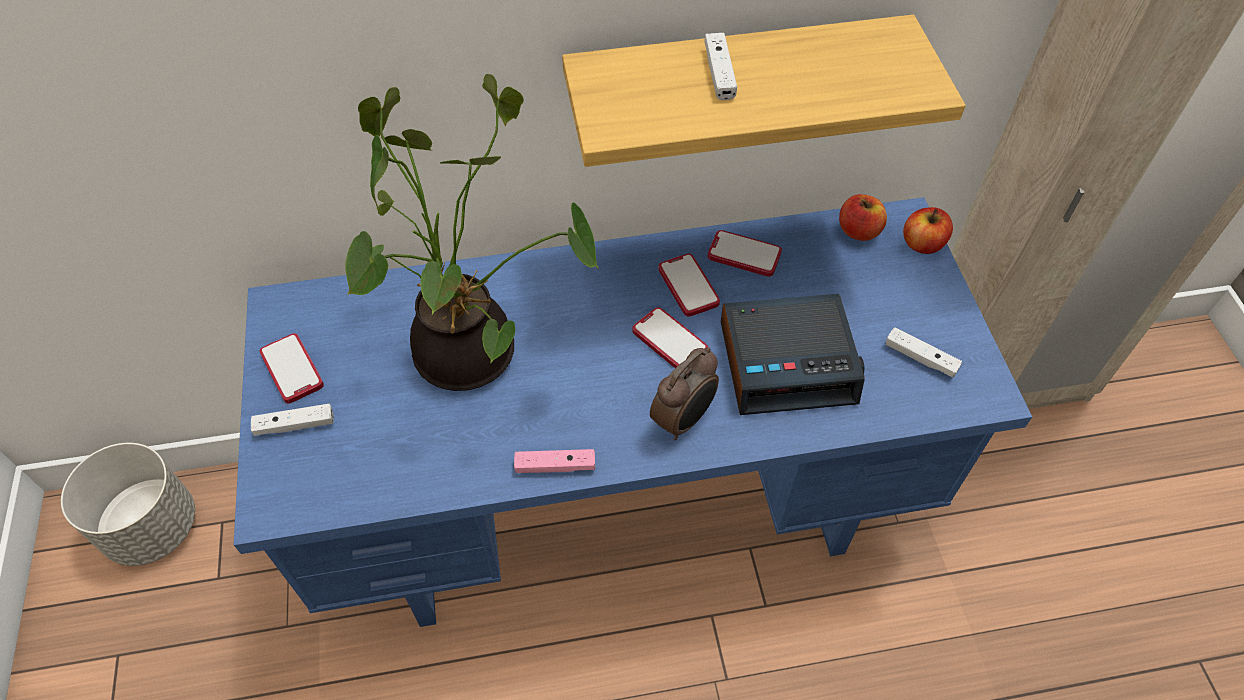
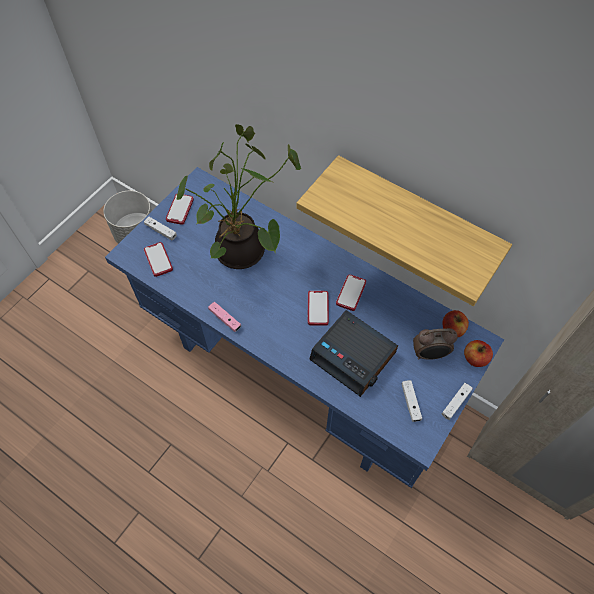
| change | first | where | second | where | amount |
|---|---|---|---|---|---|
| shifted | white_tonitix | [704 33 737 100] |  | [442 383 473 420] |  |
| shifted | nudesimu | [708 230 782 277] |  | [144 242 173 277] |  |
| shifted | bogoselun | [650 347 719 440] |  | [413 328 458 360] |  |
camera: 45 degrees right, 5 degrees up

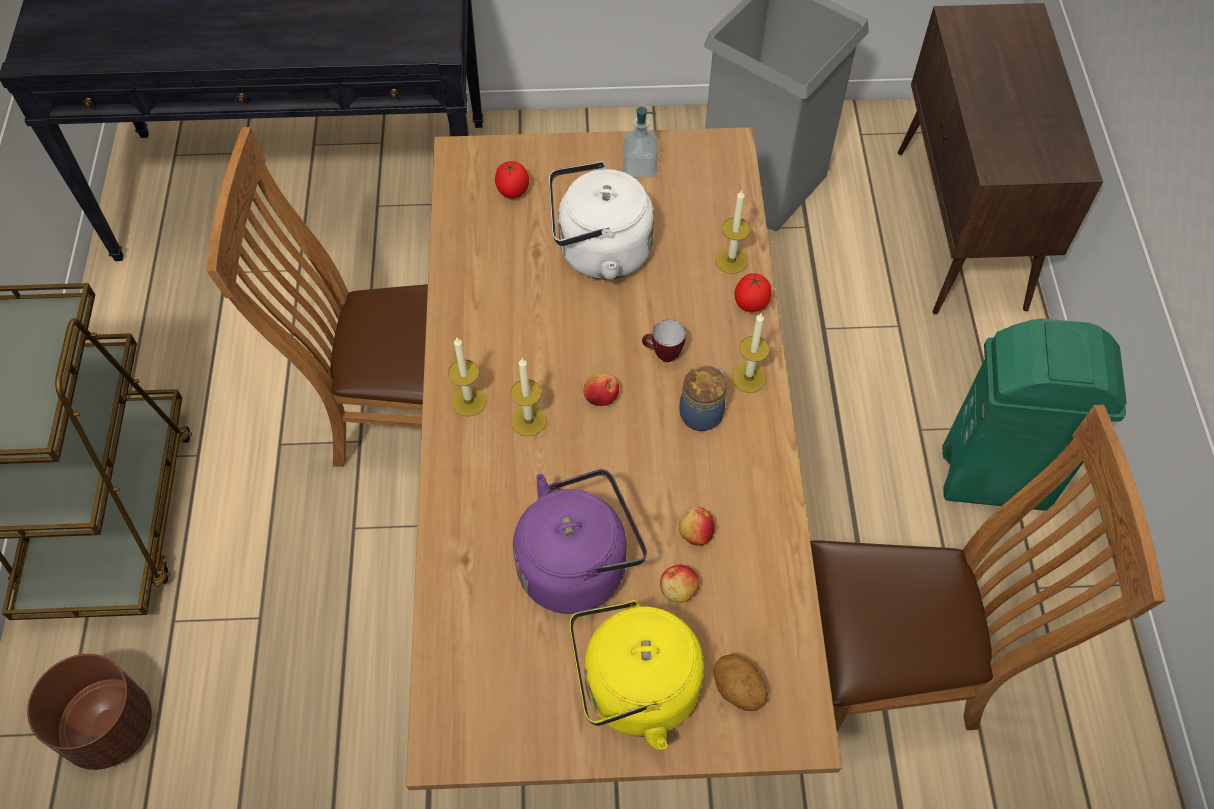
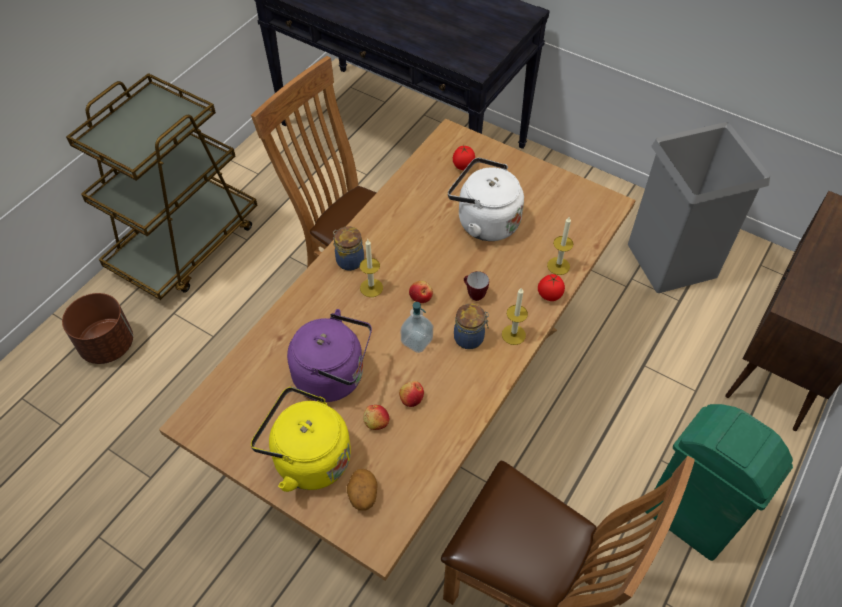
| change | first | where | second | where | amount |
|---|---|---|---|---|---|
| shifted | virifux | [623 107 658 178] |  | [400 302 433 353] |  |
| swapped | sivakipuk | [448 338 487 417] | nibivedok | [333 226 364 271] |  |
camera: 35 degrees right, 5 degrees down

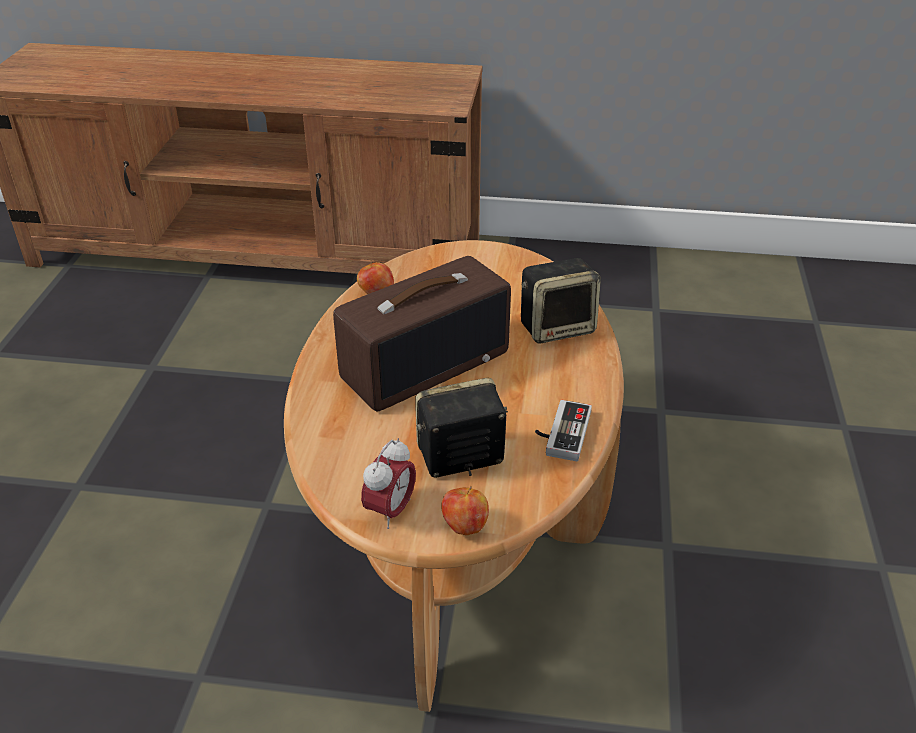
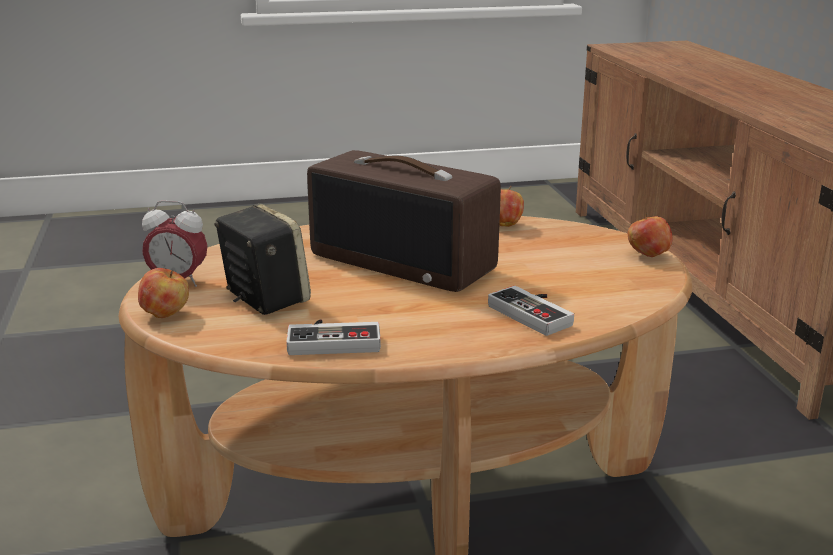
| change | first | where | second | where | amount |
|---|---|---|---|---|---|
| swapped | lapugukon | [521 258 601 344] | tonitix | [488 286 574 336] |  |
| new |  |  | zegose | [628 212 673 257] |  |
camera: 70 degrees right, 15 degrees down

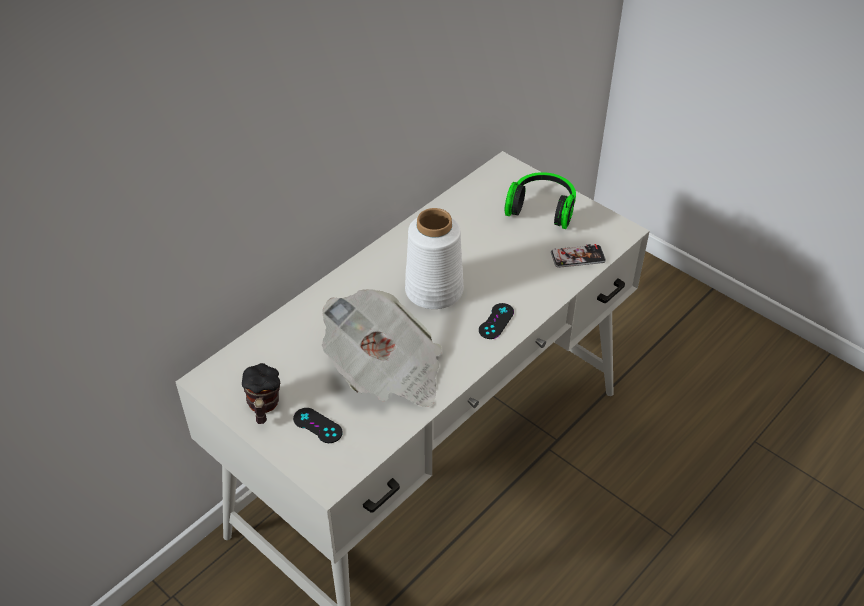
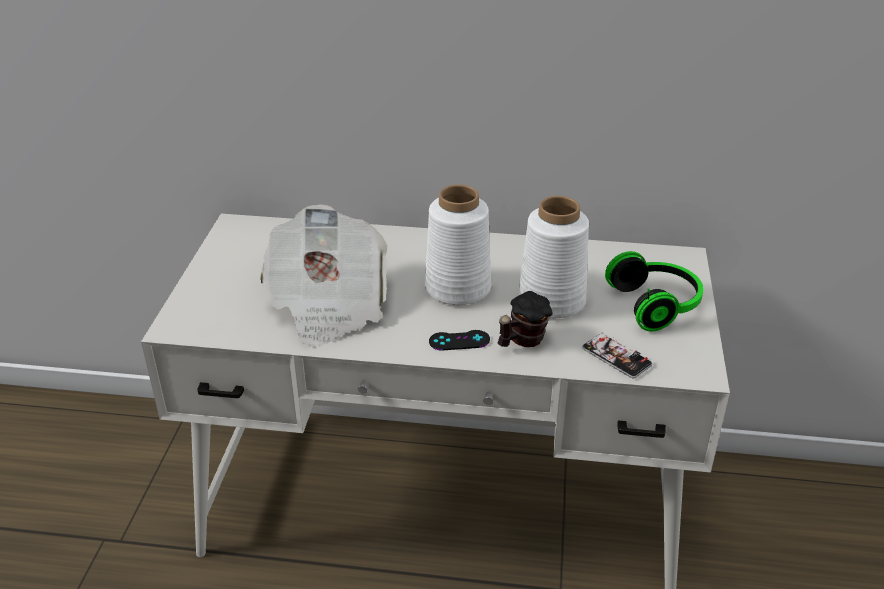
| change | first | where | second | where | amount |
|---|---|---|---|---|---|
| shifted | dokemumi | [242 363 280 424] |  | [497 291 552 347] |  |
| gone | black_tonitix | [293 408 343 443] |  |  |  |
| new |  |  | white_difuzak | [518 196 589 318] |  |
camera: 55 degrees right, 10 degrees down

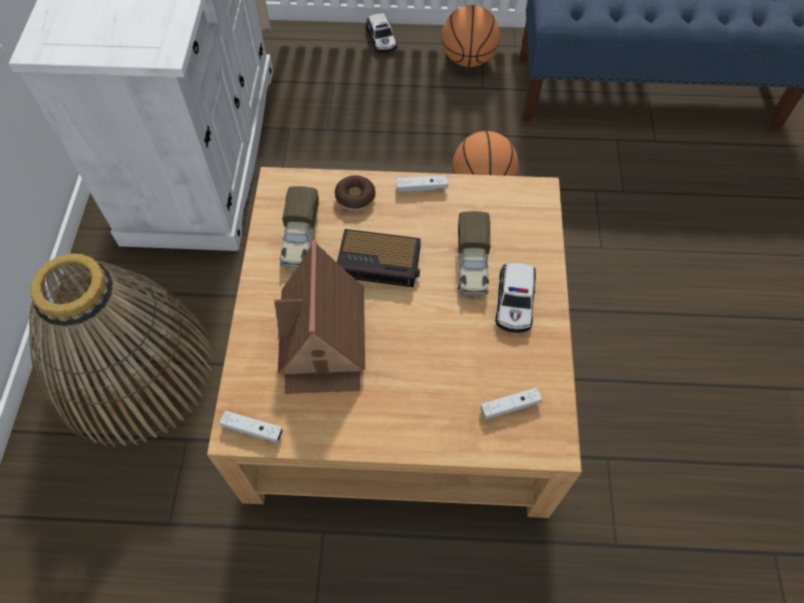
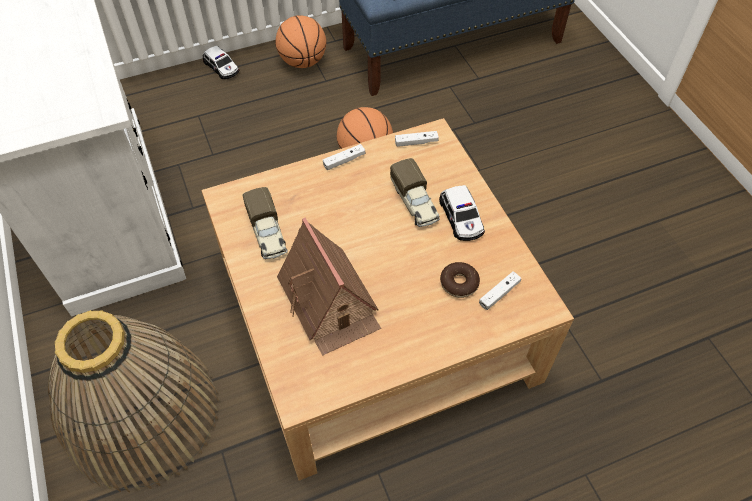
| change | first | where | second | where | amount |
|---|---|---|---|---|---|
| shifted | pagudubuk | [335 175 375 211] |  | [440 262 480 298] |  |
| gone | bogoselun | [337 229 421 287] |  |  |  |
| shifted | white_tonitix | [220 411 283 443] |  | [395 131 439 147] |  |
camera: 25 degrees left, 5 degrees down

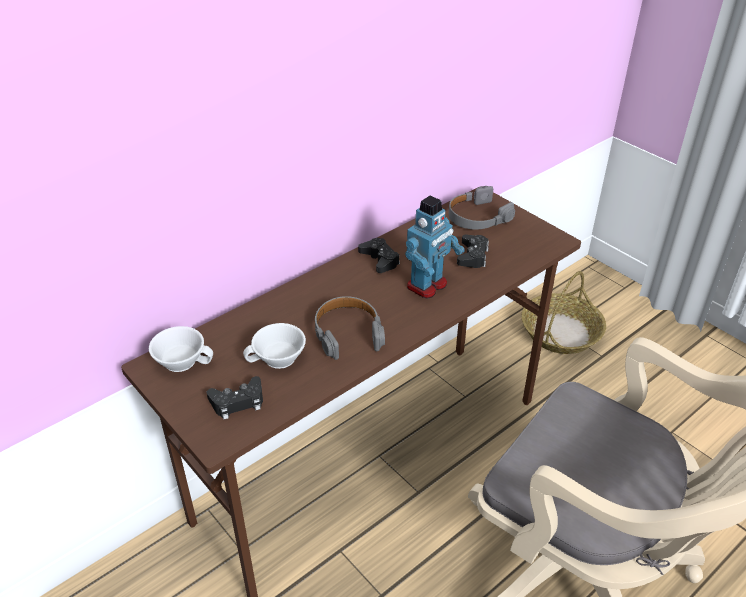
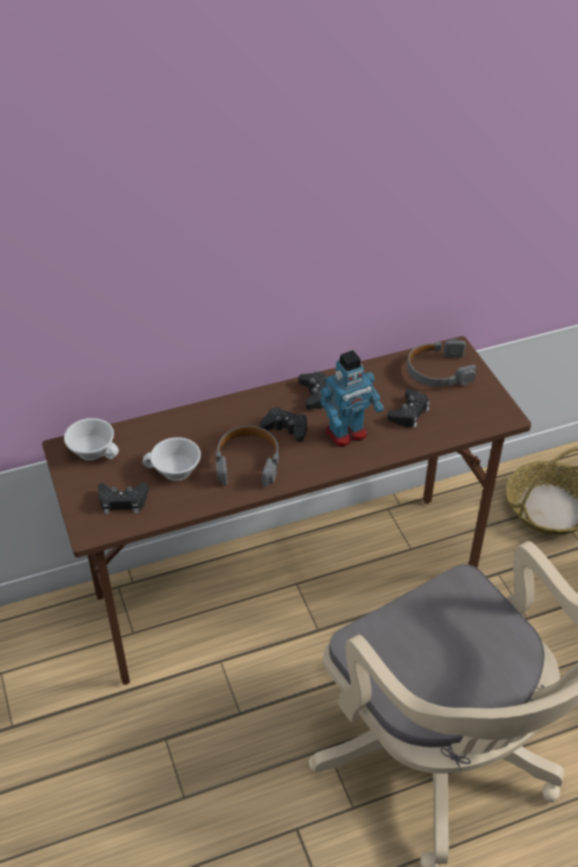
| change | first | where | second | where | amount |
|---|---|---|---|---|---|
| new |  |  | black_tonitix | [260 407 307 442] |  |
camera: 20 degrees right, 5 degrees up

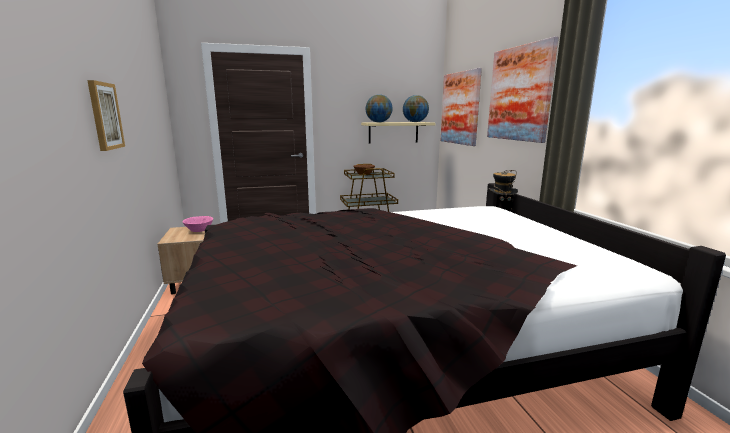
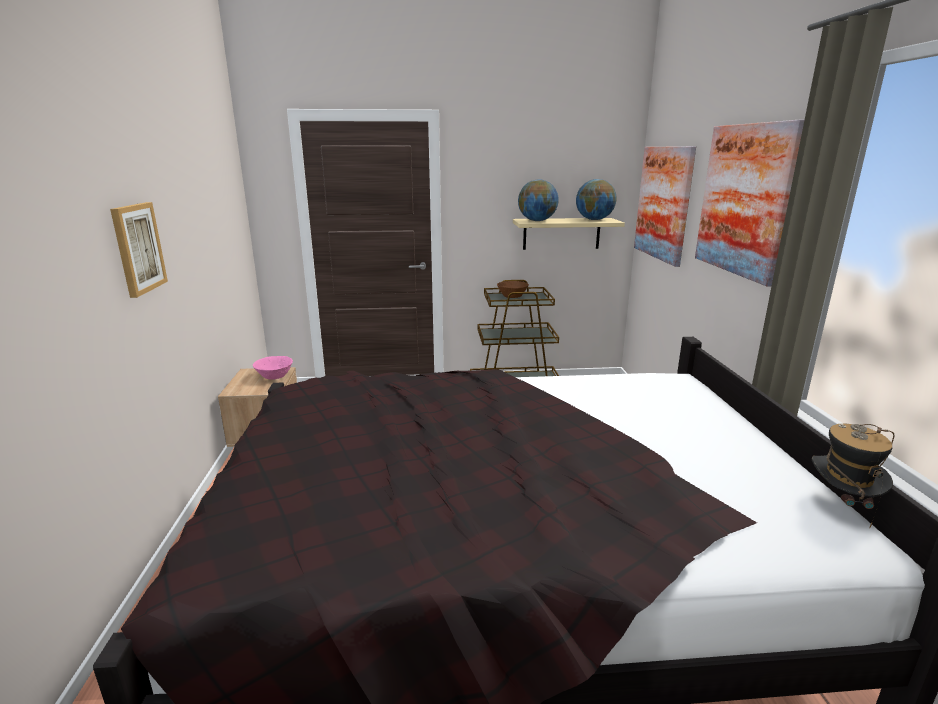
| change | first | where | second | where | amount |
|---|---|---|---|---|---|
| shifted | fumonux | [488 170 518 209] |  | [812 424 894 527] |  |
camera: 10 degrees right, 5 degrees up

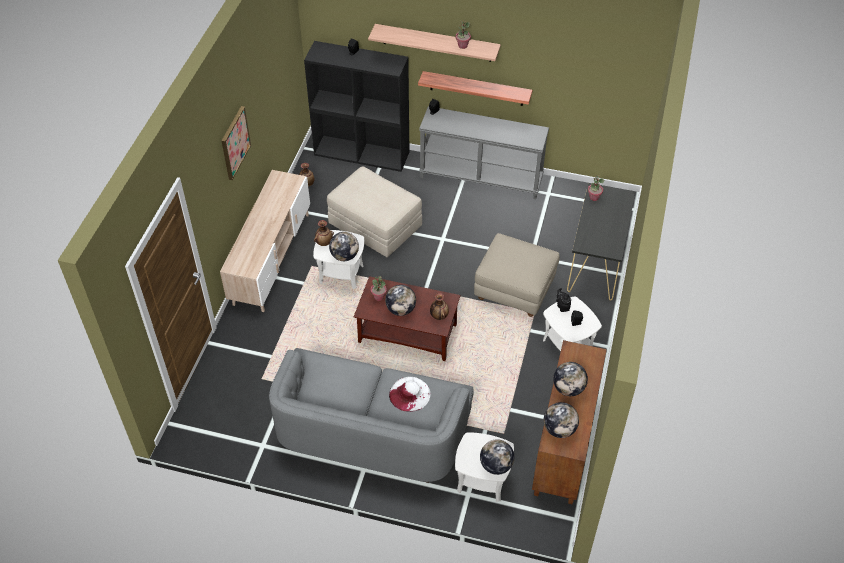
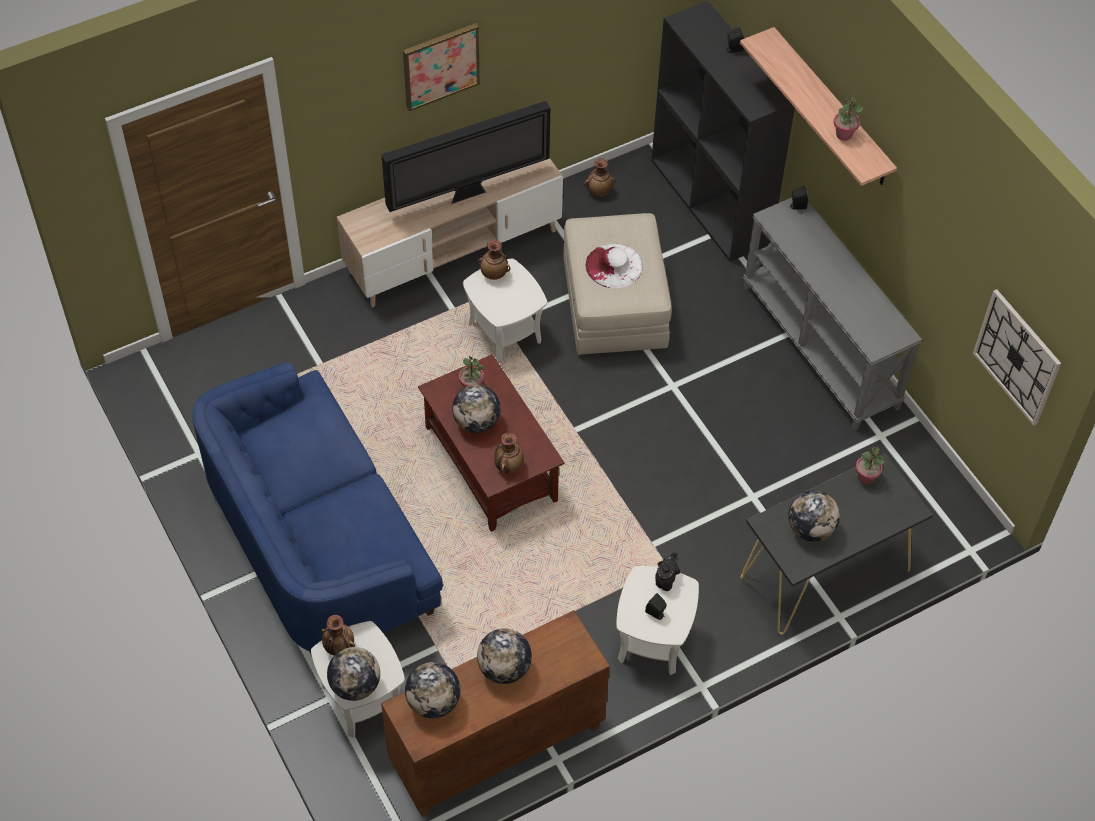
| change | first | where | second | where | amount |
|---|---|---|---|---|---|
| gone | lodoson | [418 71 532 106] |  |  |  |
| shifted | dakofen | [329 232 359 261] |  | [788 490 840 542] |  |
| gone | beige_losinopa | [474 233 560 317] |  |  |  |
| repainted | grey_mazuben | [269 348 474 483] | blue_mazuben | [192 362 443 652] |  |
| shifted | white_fumonux | [389 377 430 412] |  | [586 244 643 288] |  |
| new |  |  | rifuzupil | [381 101 550 212] |  |
| new |  |  | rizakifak | [973 289 1061 426] |  |
| new |  |  | difuzak | [321 615 355 655] |  |
camera: 45 degrees right, 5 degrees up

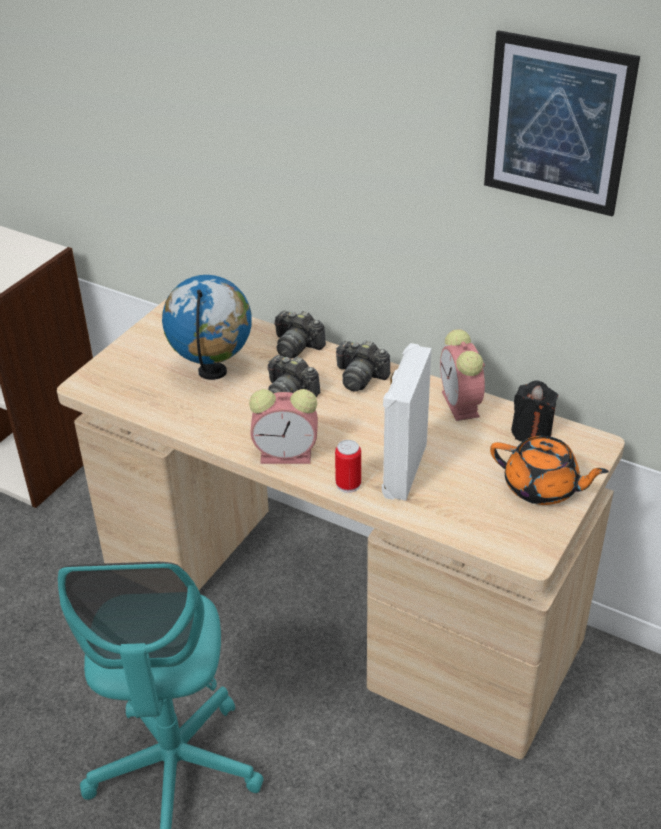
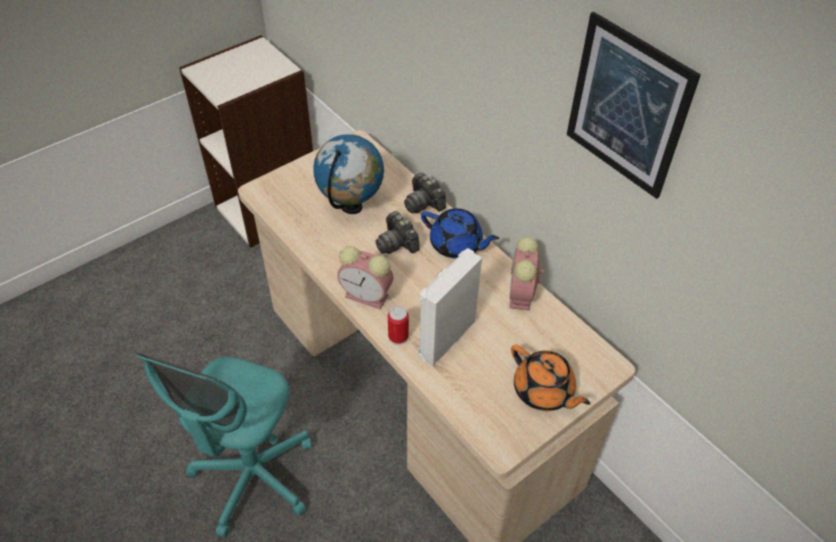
| change | first | where | second | where | amount |
|---|---|---|---|---|---|
| swapped | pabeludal | [336 340 390 392] | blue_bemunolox | [421 208 499 259] |  |
| gone | black_sivakipuk | [511 380 558 442] |  |  |  |
camera: 20 degrees right, 10 degrees up

